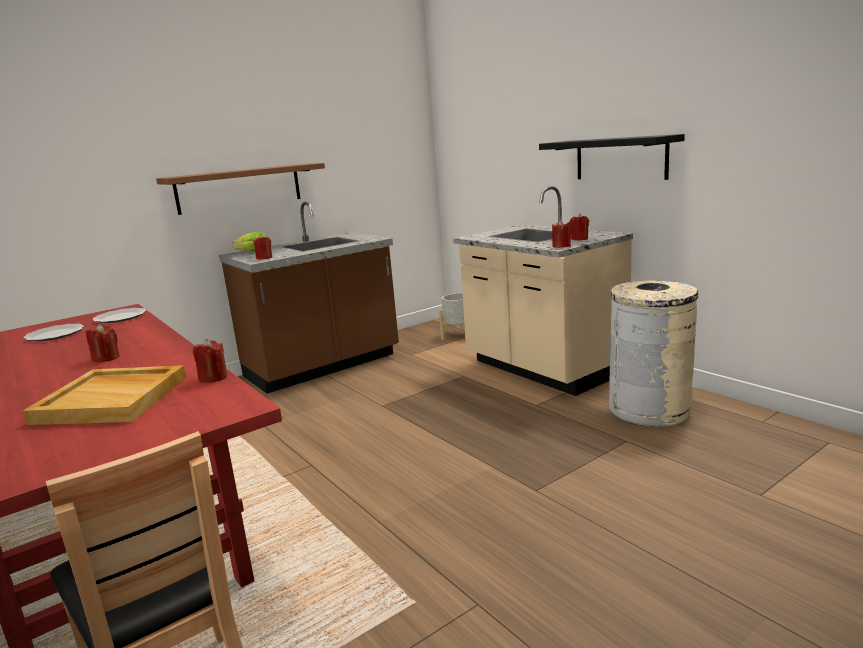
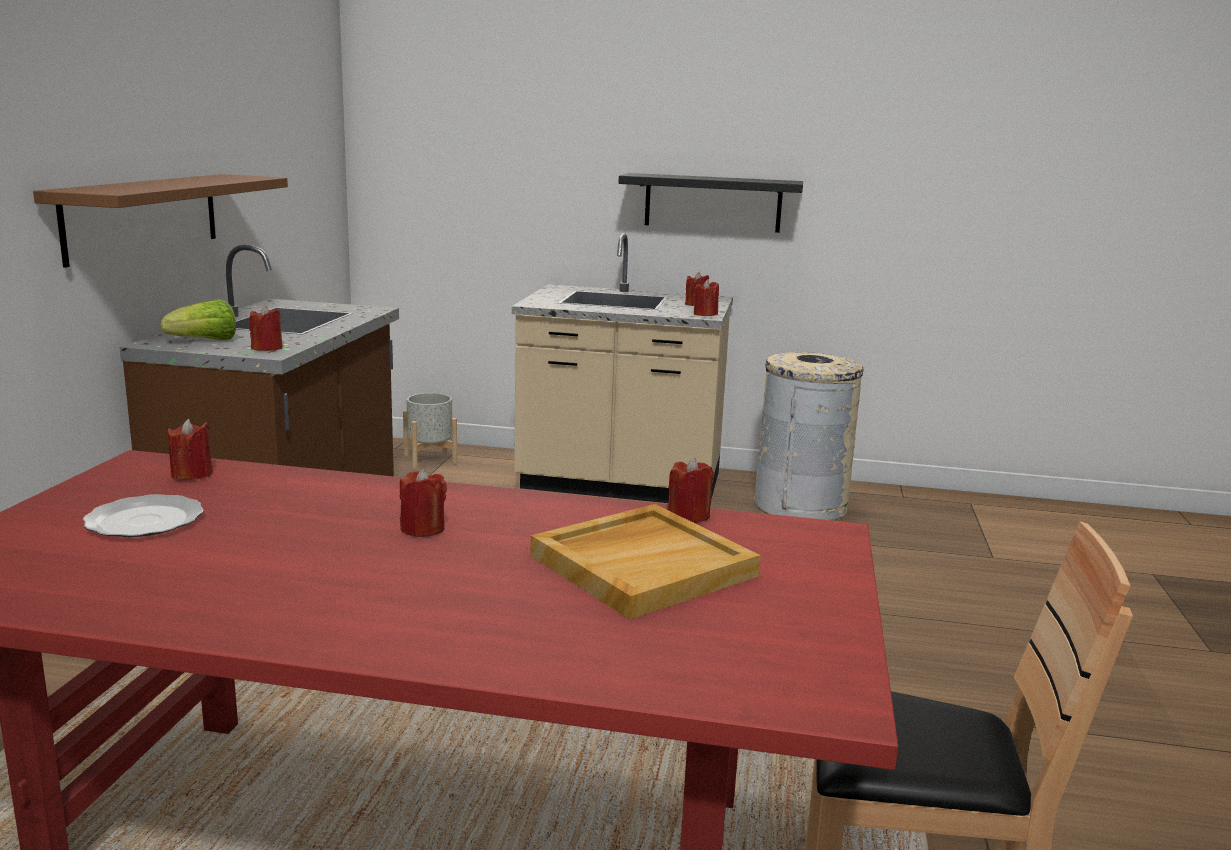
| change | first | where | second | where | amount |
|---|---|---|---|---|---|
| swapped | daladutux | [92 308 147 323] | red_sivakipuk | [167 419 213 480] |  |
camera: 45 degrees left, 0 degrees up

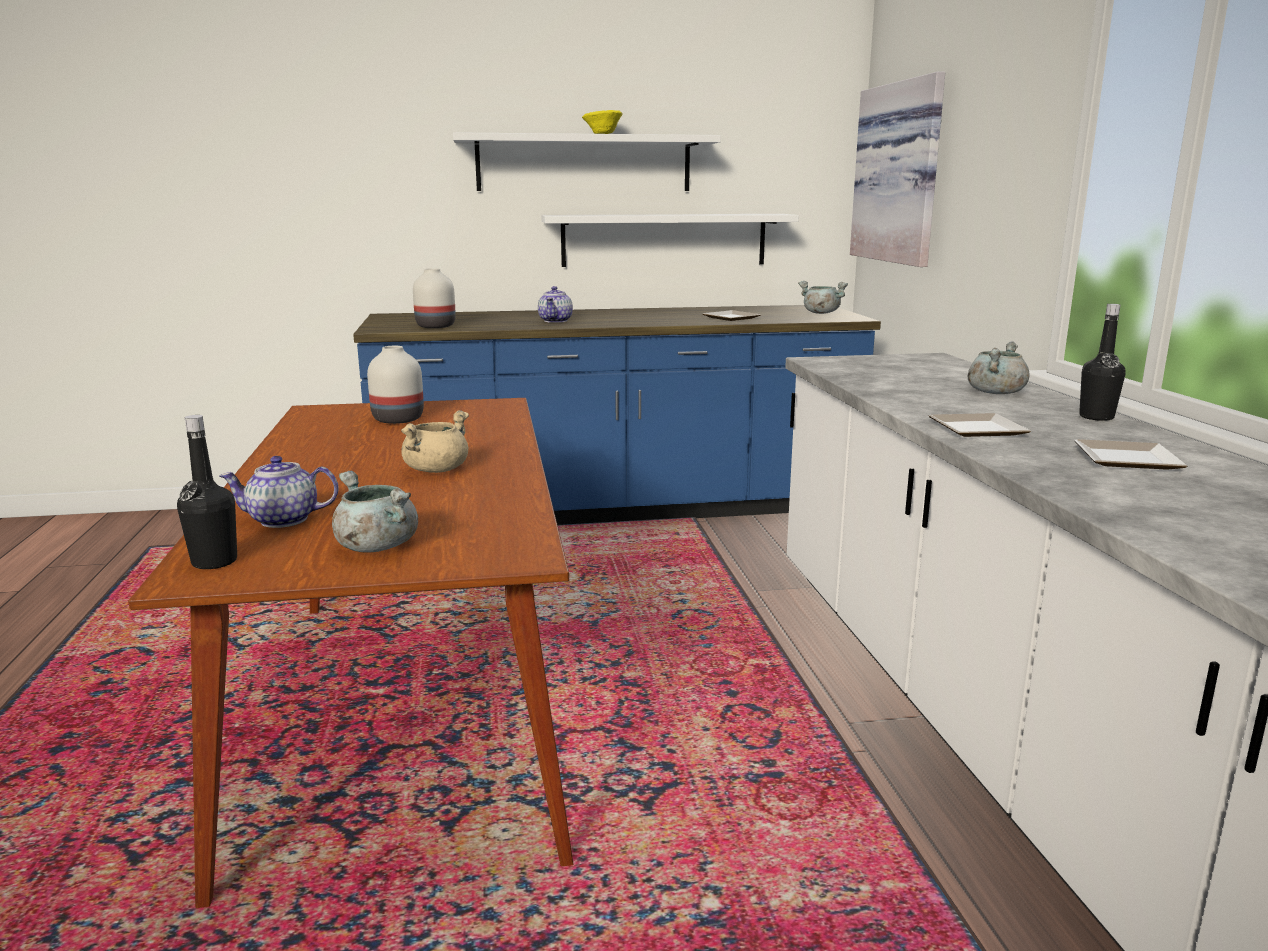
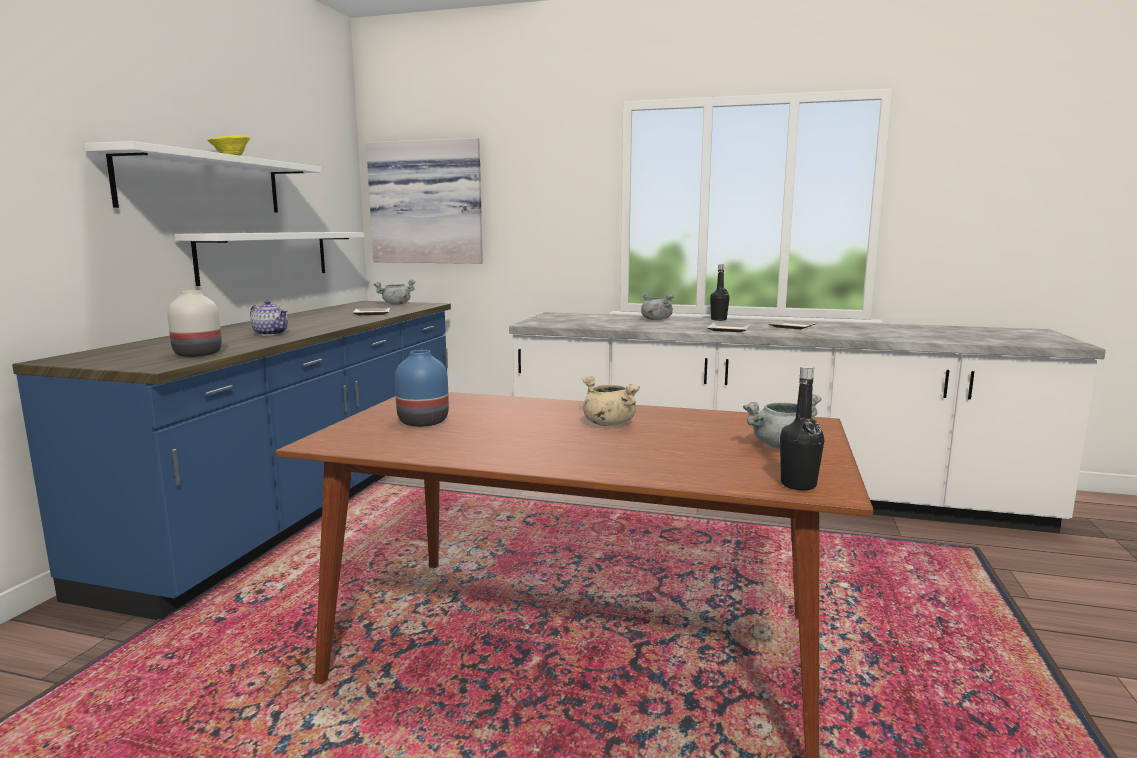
| change | first | where | second | where | amount |
|---|---|---|---|---|---|
| repainted | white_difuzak | [367 346 424 424] | blue_difuzak | [395 350 449 427] |  |
| gone | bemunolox | [219 456 338 528] |  |  |  |
camera: 65 degrees left, 5 degrees down

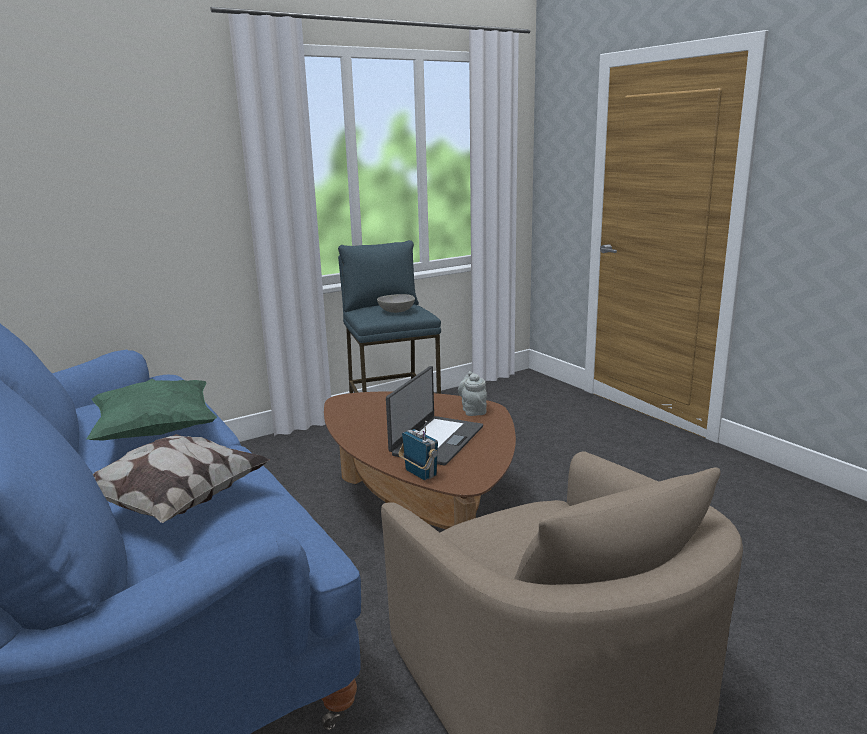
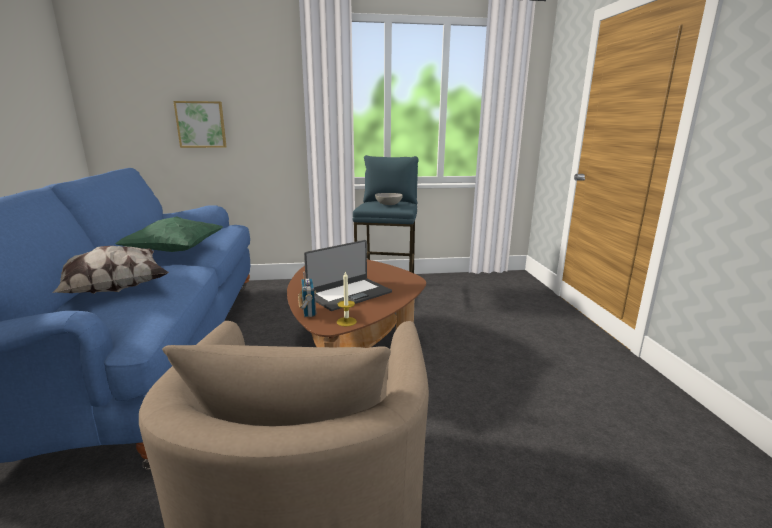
| change | first | where | second | where | amount |
|---|---|---|---|---|---|
| gone | grey_bemunolox | [458 371 487 416] |  |  |  |
| new |  |  | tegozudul | [173 101 226 148] |  |
| new |  |  | sivakipuk | [337 271 357 327] |  |
camera: 25 degrees right, 0 degrees up

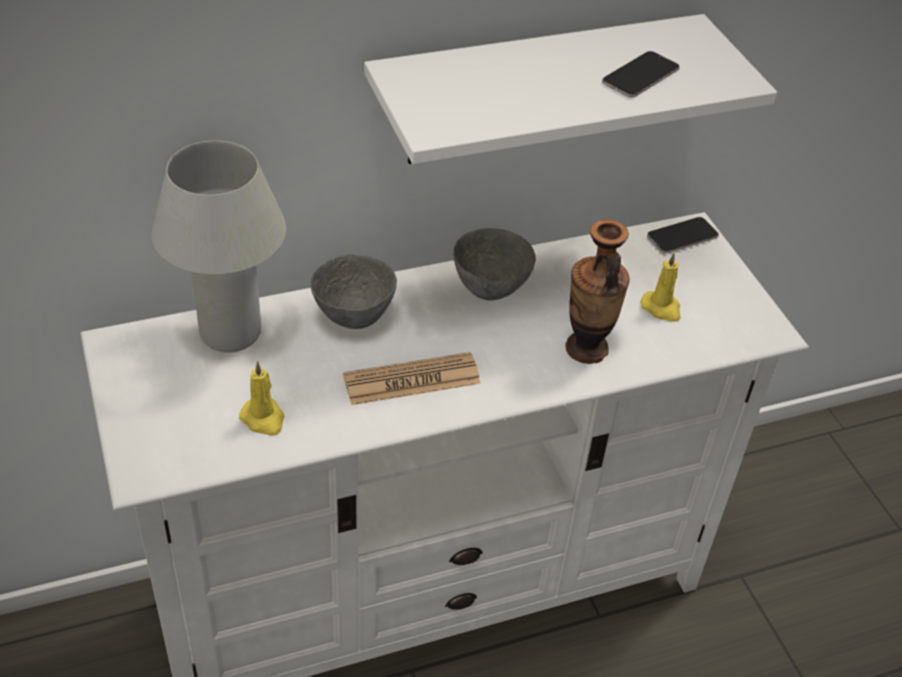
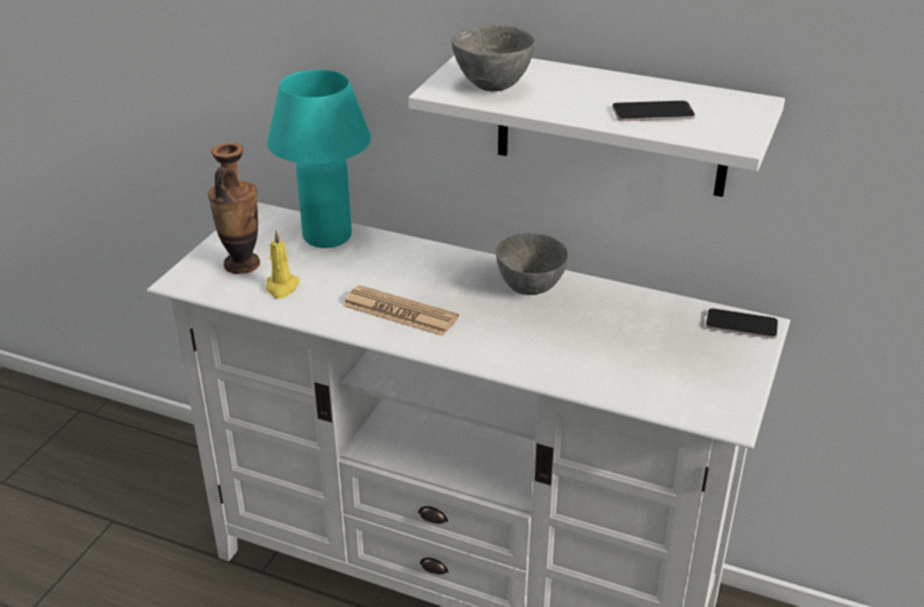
| change | first | where | second | where | amount |
|---|---|---|---|---|---|
| repainted | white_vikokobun | [152 141 286 352] | turquoise_vikokobun | [267 70 371 248] |  |
| shifted | difuzak | [565 219 630 364] |  | [208 143 260 274] |  |
| gone | yellow_sivakipuk | [641 253 680 322] |  |  |  |
| shifted | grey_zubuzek | [310 254 397 329] |  | [452 25 536 91] |  |
camera: 45 degrees right, 10 degrees down

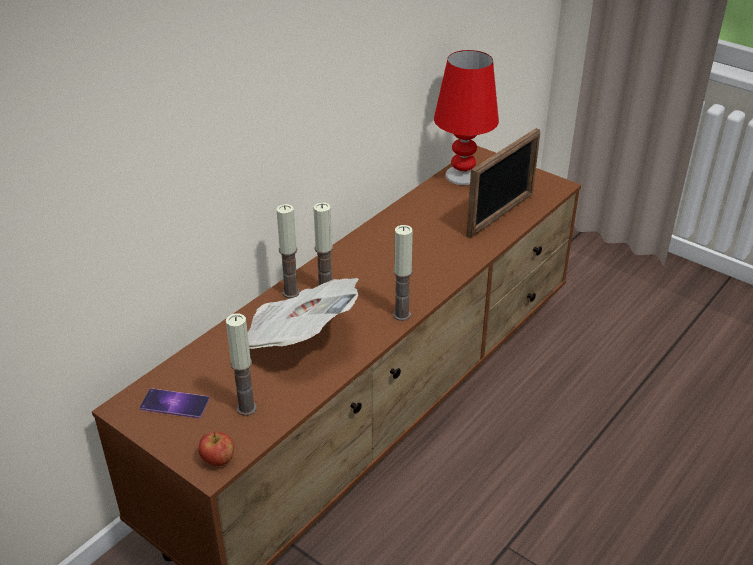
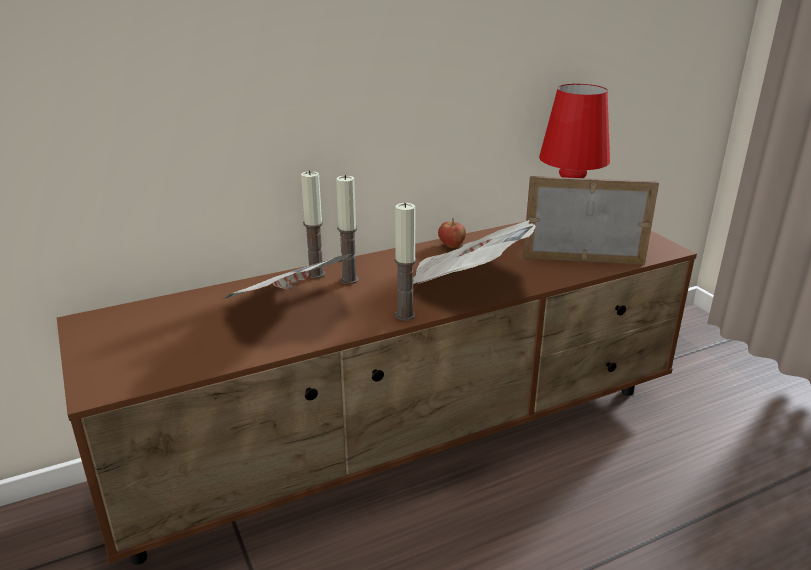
| change | first | where | second | where | amount |
|---|---|---|---|---|---|
| rotated | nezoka | [466 128 540 238] |  | [523 176 659 265] | 150 degrees counterclockwise |
| gone | sivakipuk | [226 313 257 416] |  |  |  |
| gone | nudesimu | [139 389 209 418] |  |  |  |
| shifted | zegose | [199 432 234 466] |  | [438 218 466 248] |  |
| new |  |  | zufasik | [413 220 536 284] |  |
camera: 25 degrees right, 10 degrees down

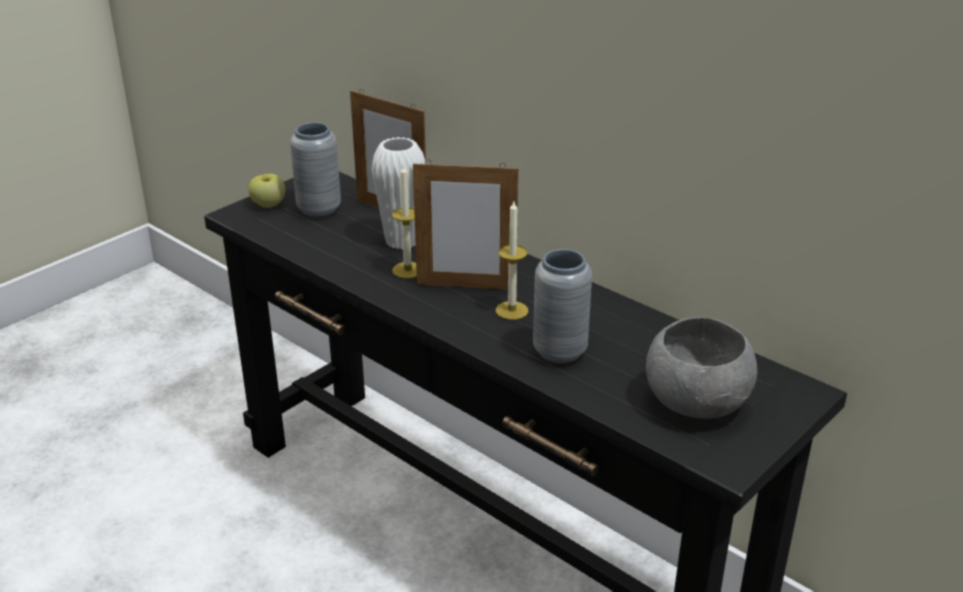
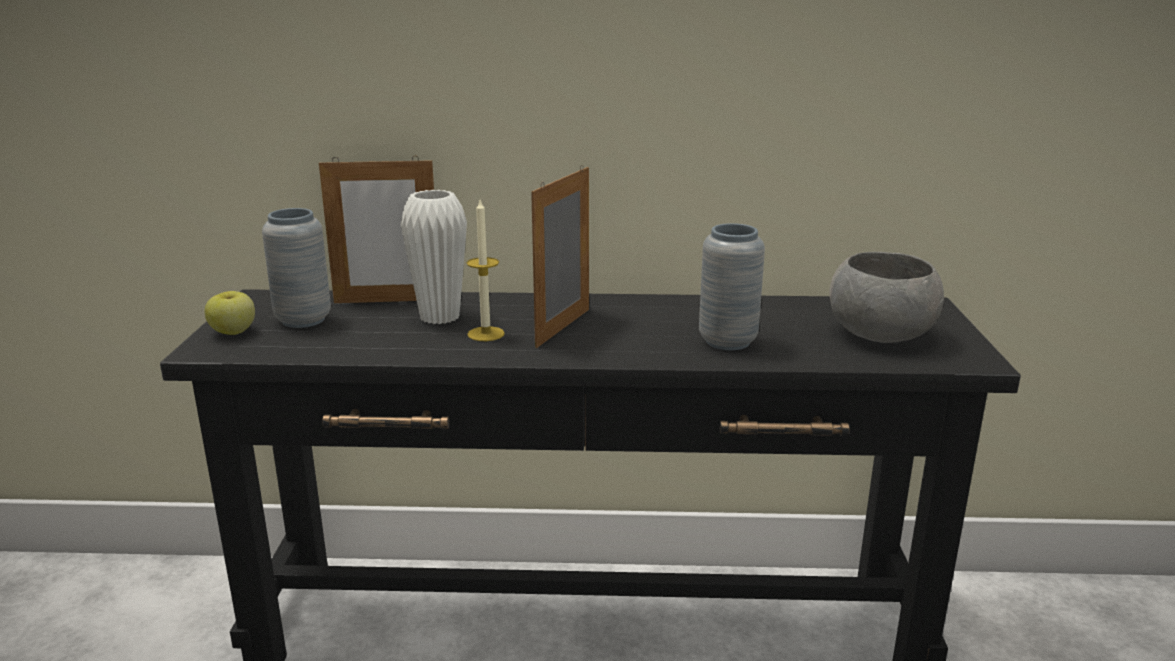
| change | first | where | second | where | amount |
|---|---|---|---|---|---|
| rotated | nezoka | [413 159 518 290] |  | [531 165 589 348] | 150 degrees clockwise |
| gone | sivakipuk | [496 201 528 320] |  |  |  |
camera: 40 degrees left, 10 degrees down

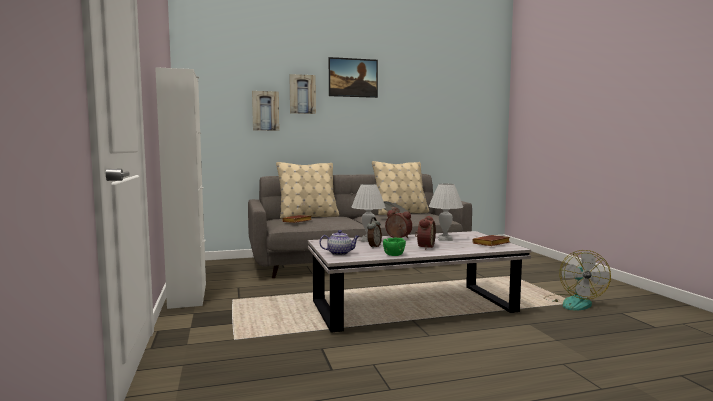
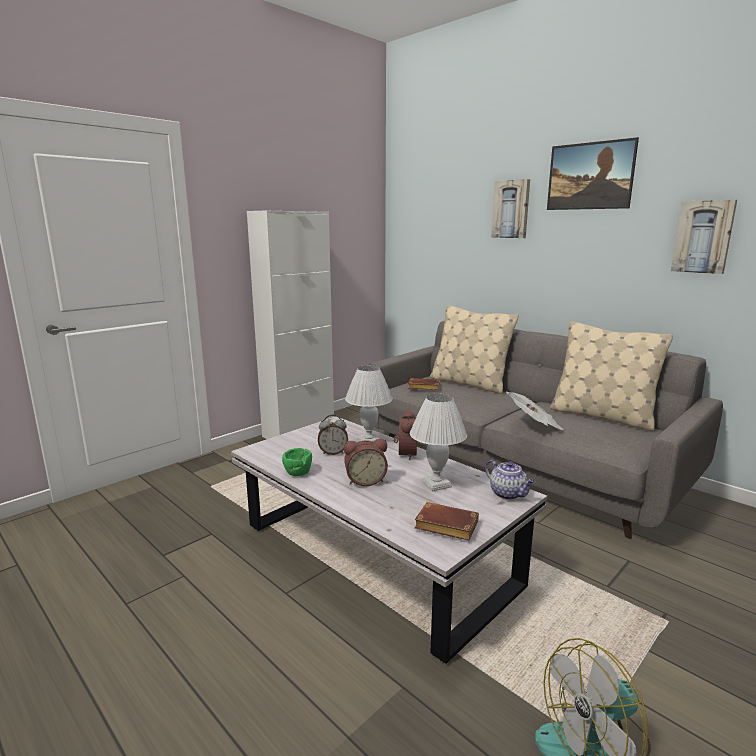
| change | first | where | second | where | amount |
|---|---|---|---|---|---|
| shifted | tegozudul | [252 91 279 131] |  | [671 200 737 274] |  |
| shifted | bemunolox | [319 230 359 255] |  | [485 460 535 500] |  |
camera: 60 degrees right, 10 degrees up

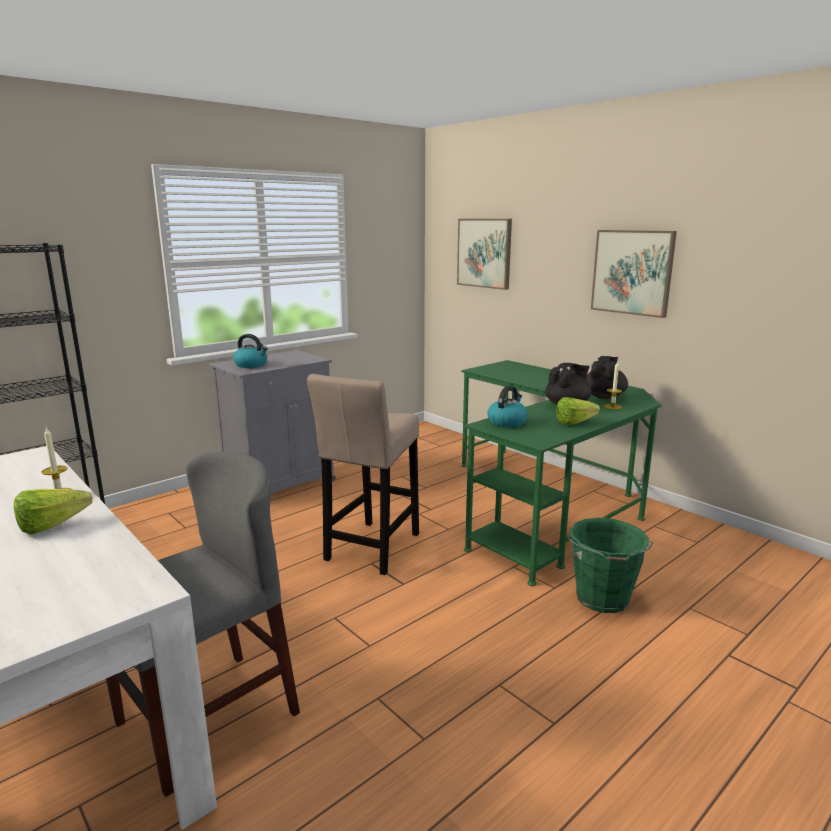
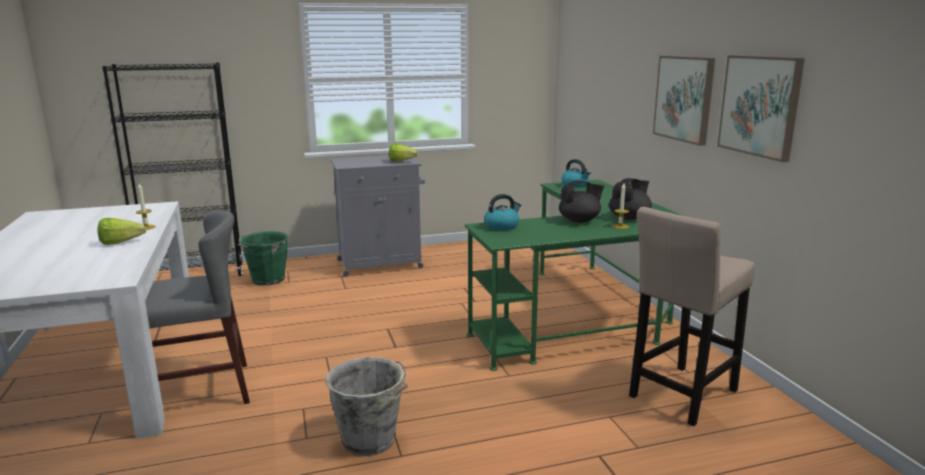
| change | first | where | second | where | amount |
|---|---|---|---|---|---|
| shifted | tegozudul | [457 219 512 290] |  | [717 55 805 162] |  |
| shifted | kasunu | [233 334 268 368] |  | [561 159 591 188] |  |
| shifted | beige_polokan | [307 374 419 575] |  | [629 207 755 427] |  |
| shifted | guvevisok | [557 397 600 425] |  | [389 144 418 162] |  |
| shifted | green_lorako | [568 518 653 613] |  | [238 231 289 285] |  |
| new |  |  | grey_lorako | [325 357 408 456] |  |
camera: 25 degrees right, 0 degrees up

